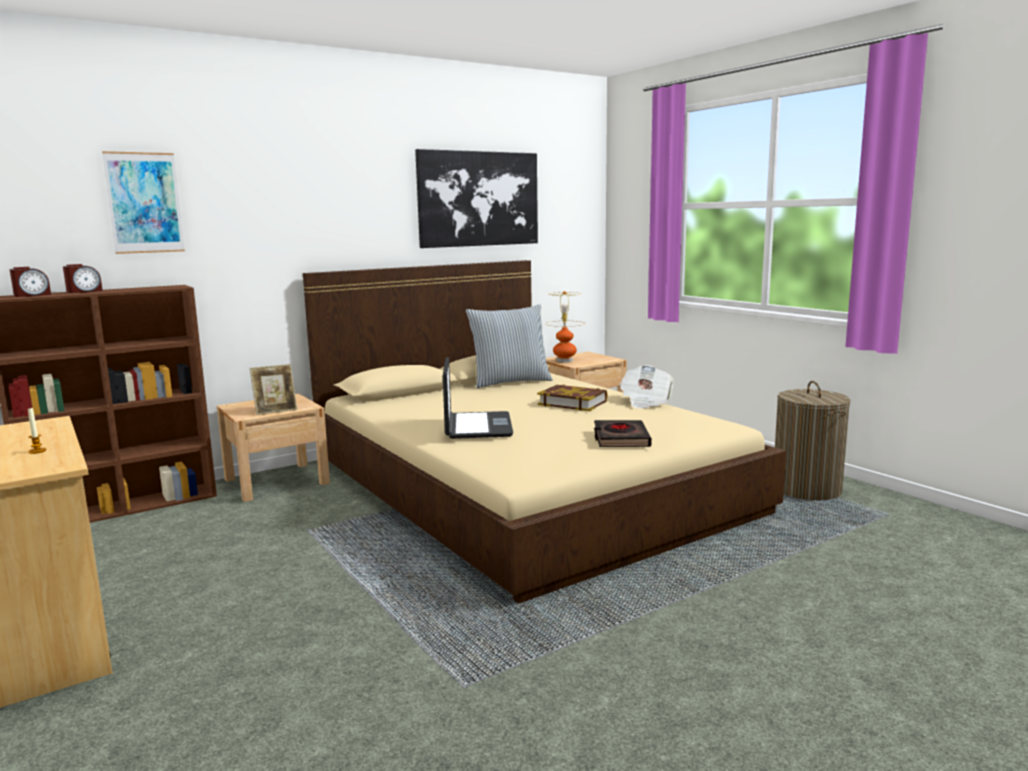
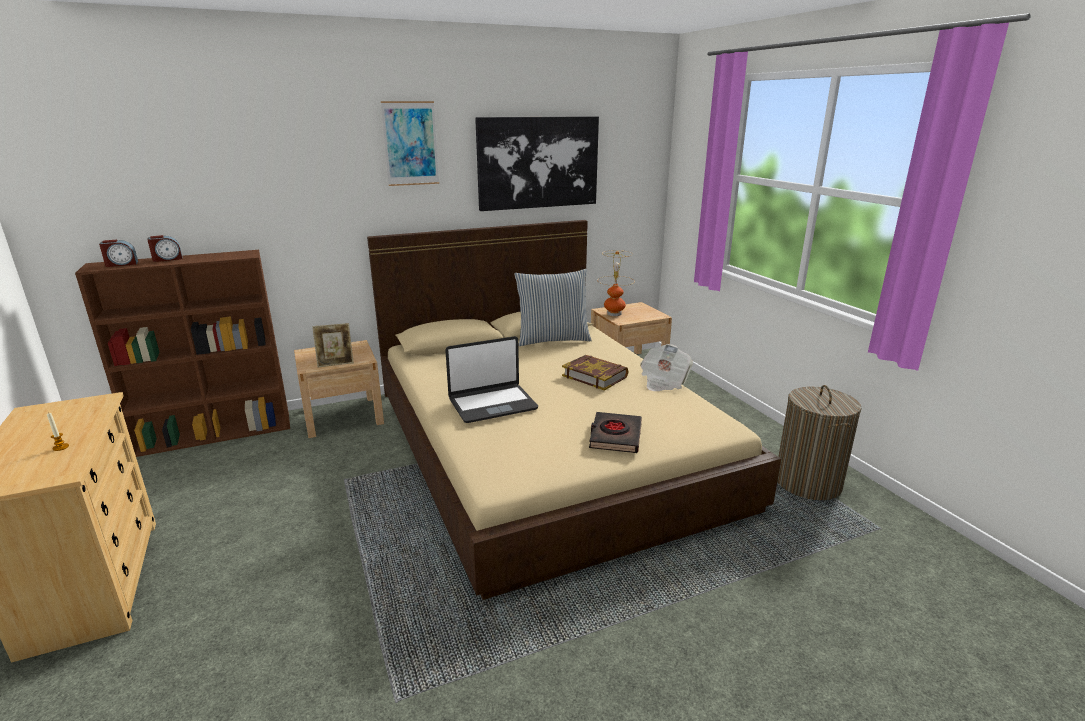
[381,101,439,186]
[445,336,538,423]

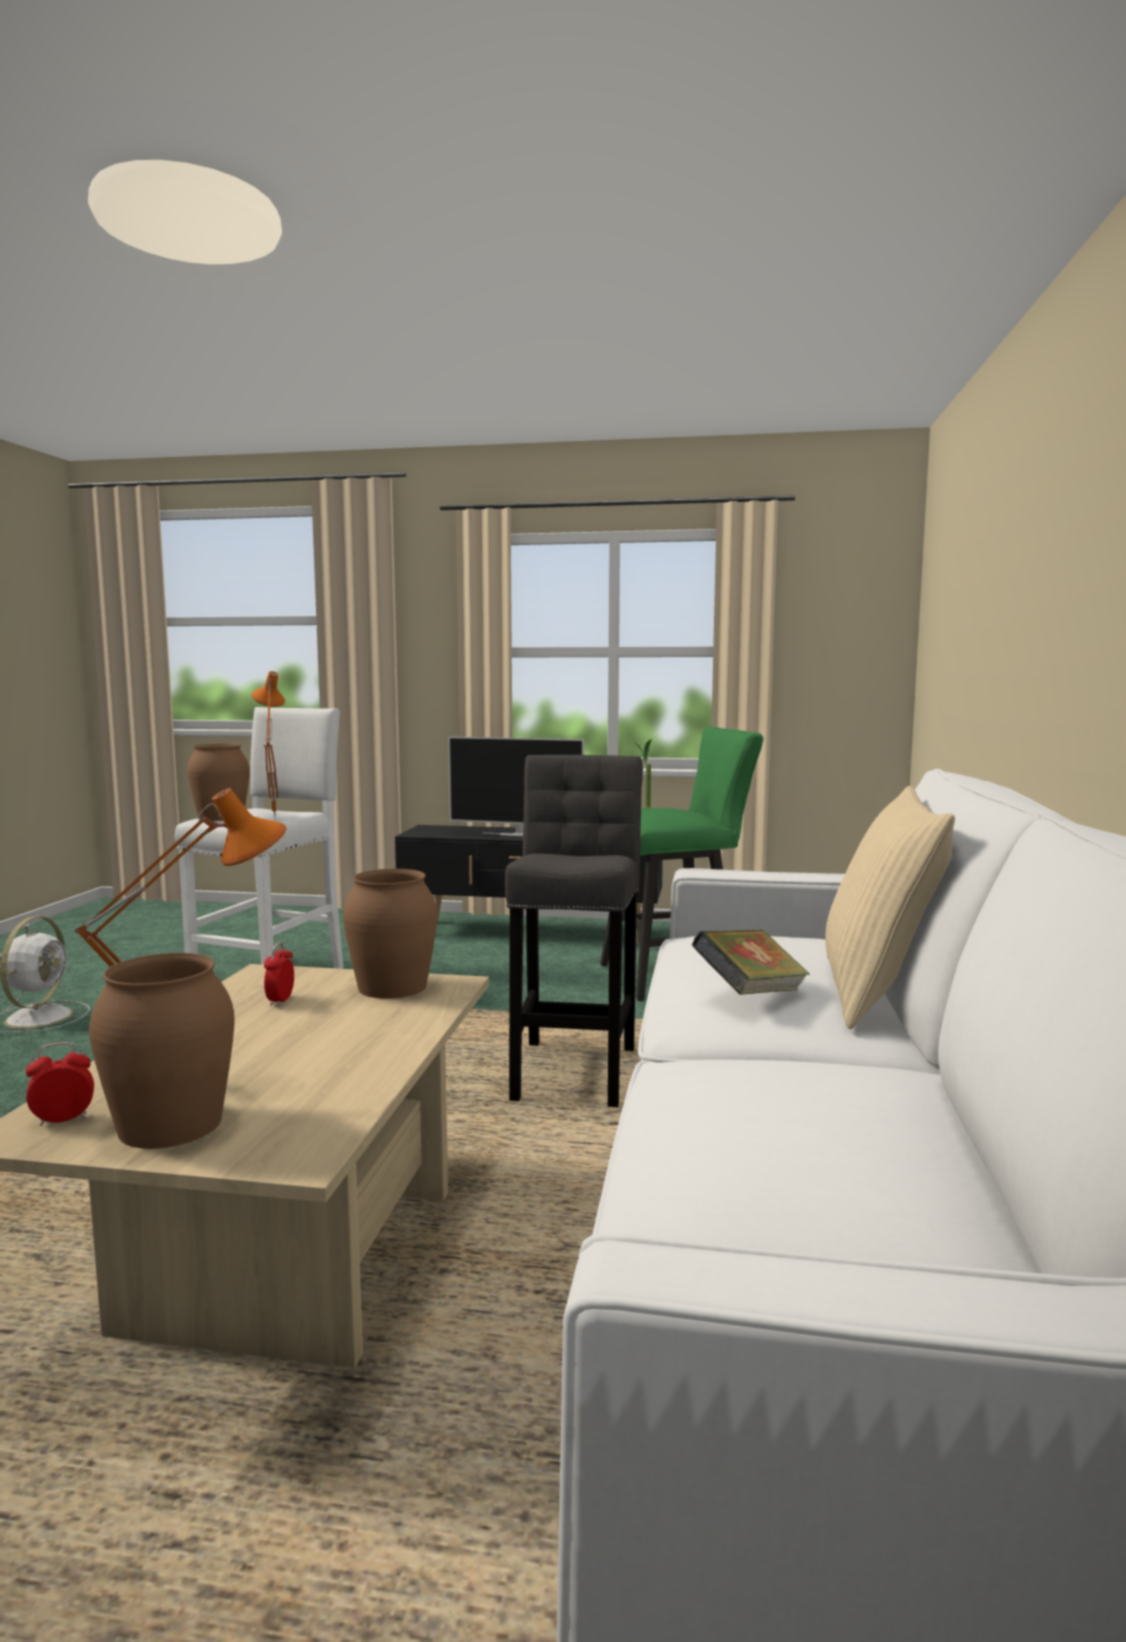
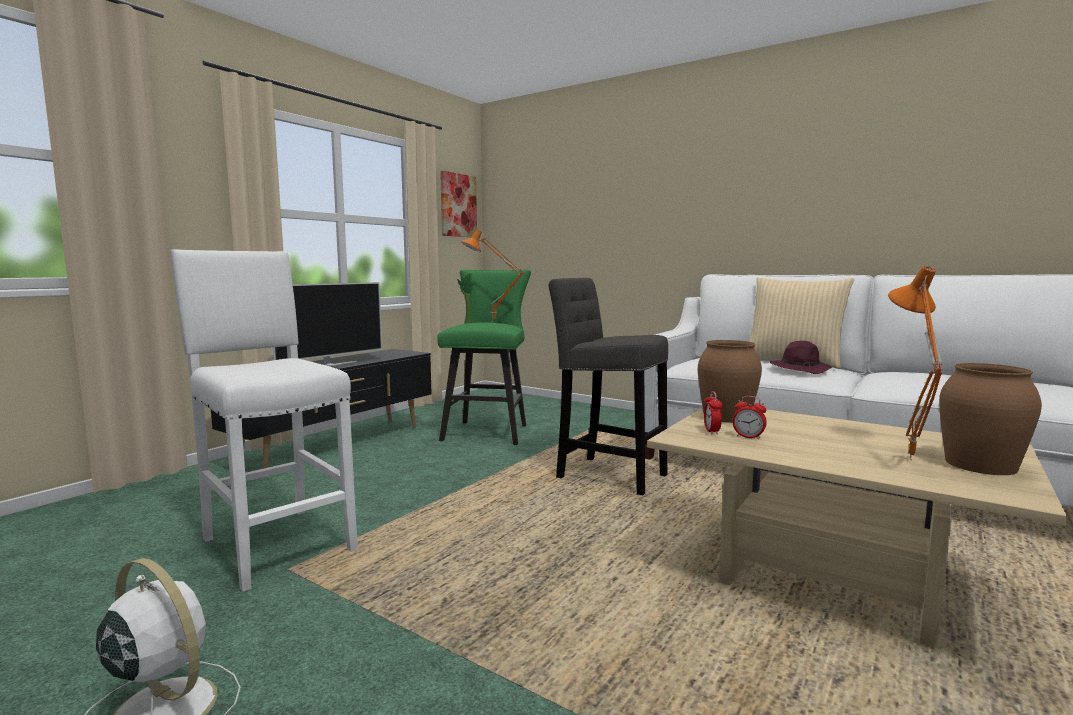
[704,391,722,435]
[187,744,250,821] (first image)
[462,229,524,322]
[770,341,832,374]
[440,171,477,237]

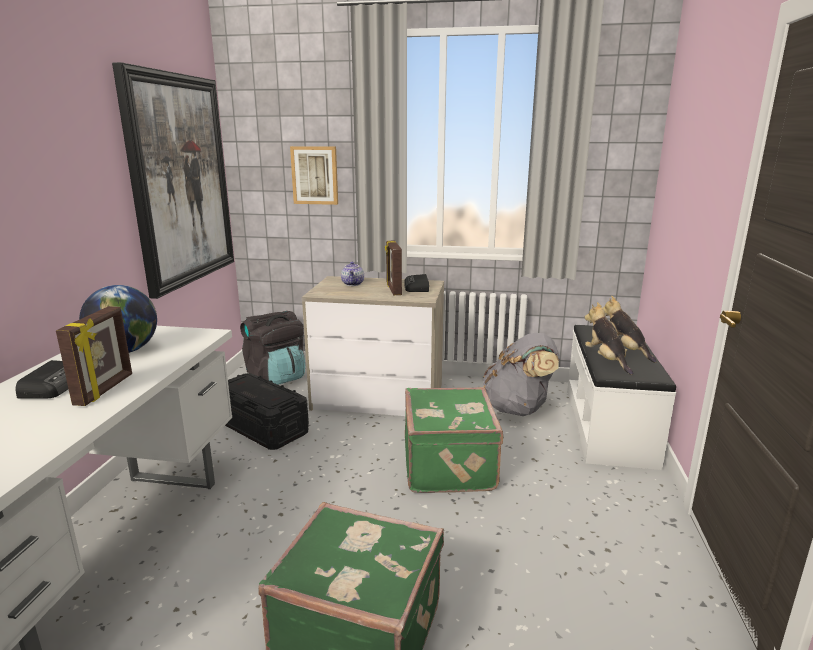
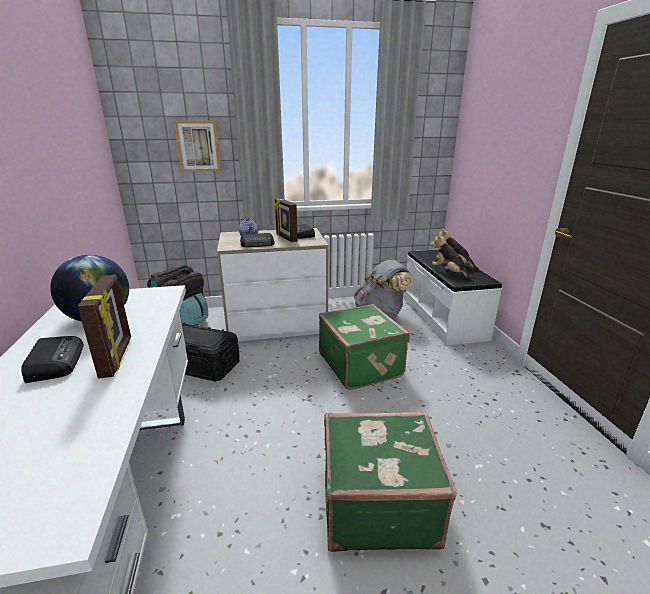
[112,62,234,299] (first image)
[240,233,275,247]

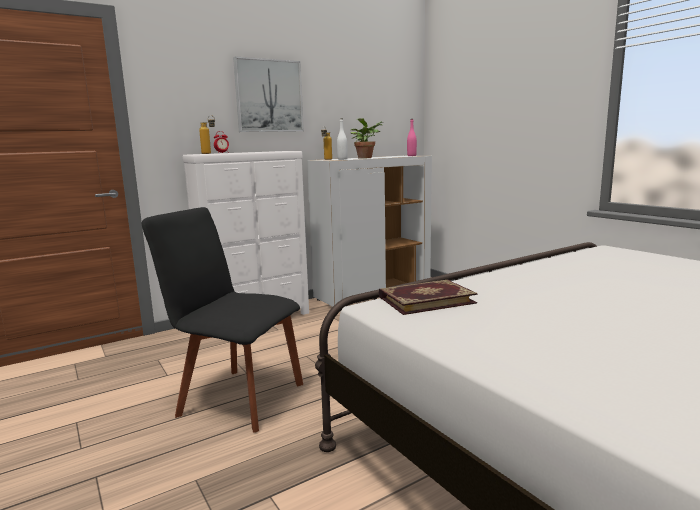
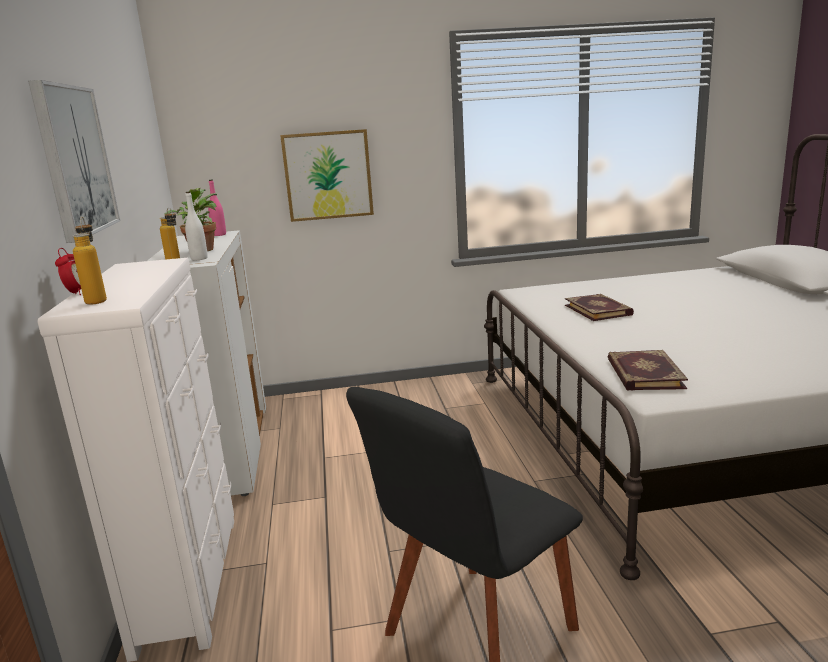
[280,129,374,222]
[565,294,634,321]

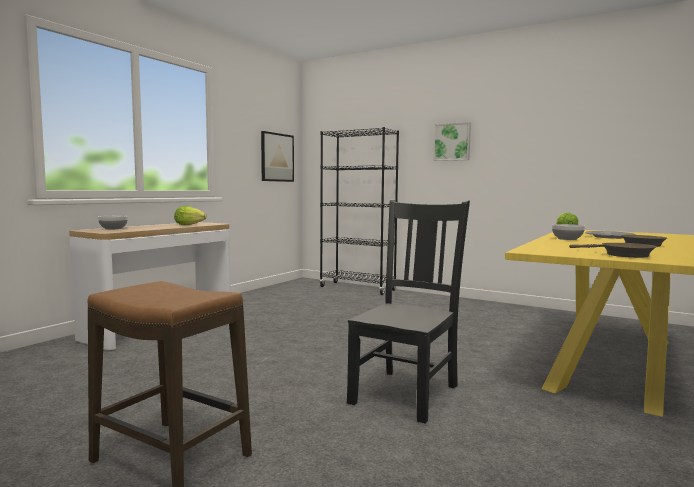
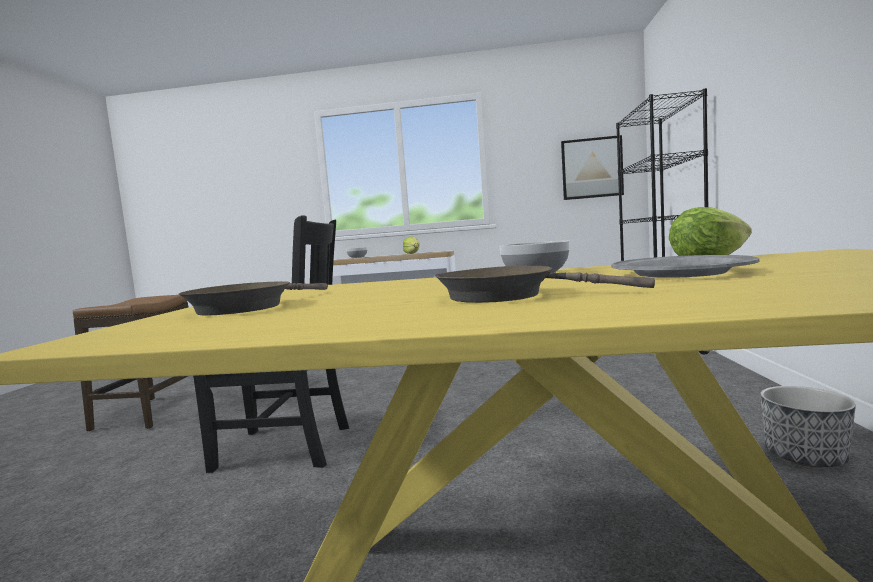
[433,122,471,161] (first image)
[761,386,856,467]

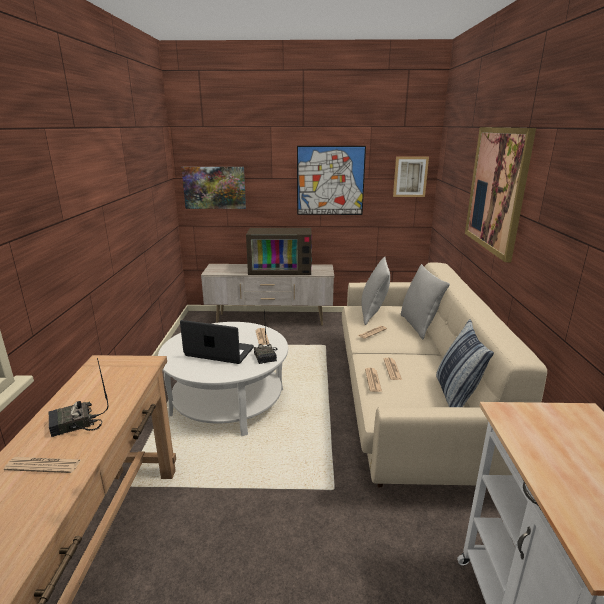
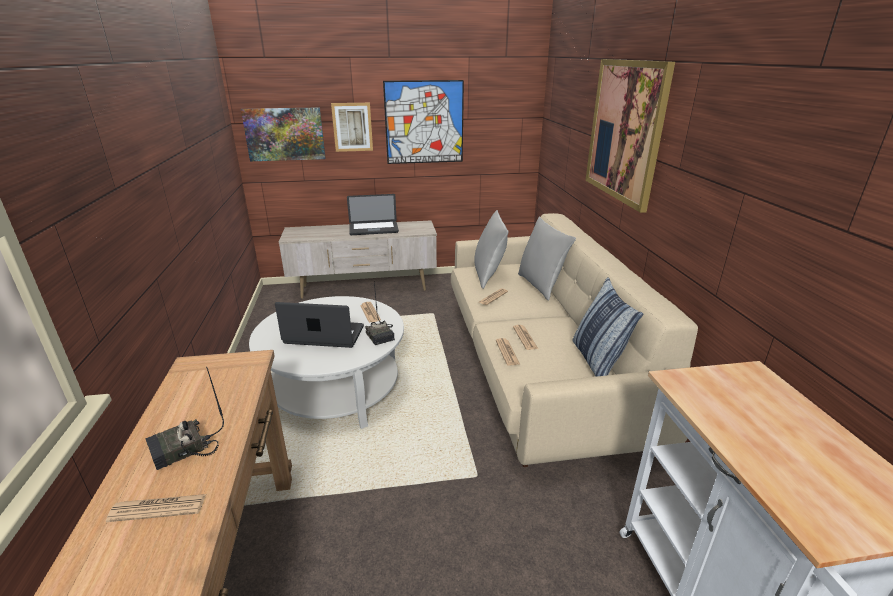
[347,194,399,235]
[331,103,373,152]

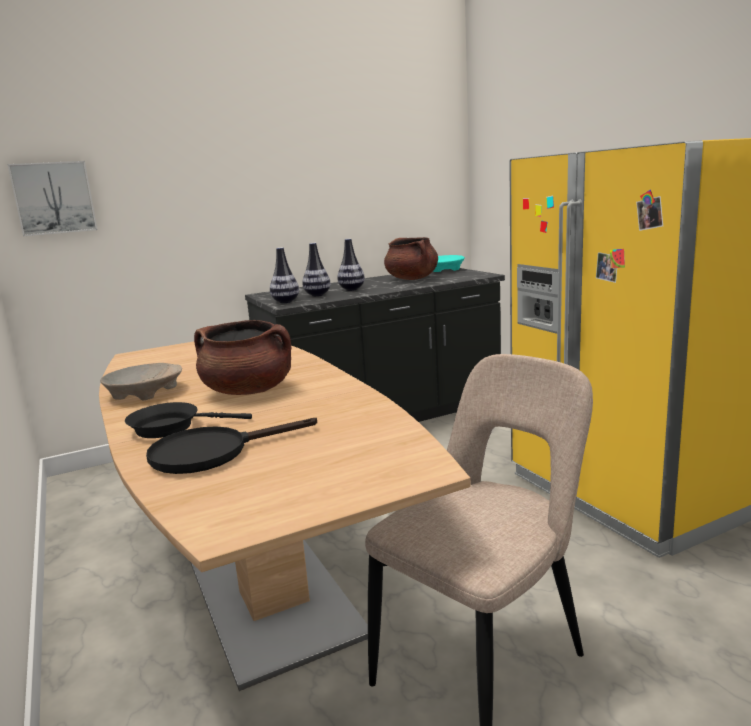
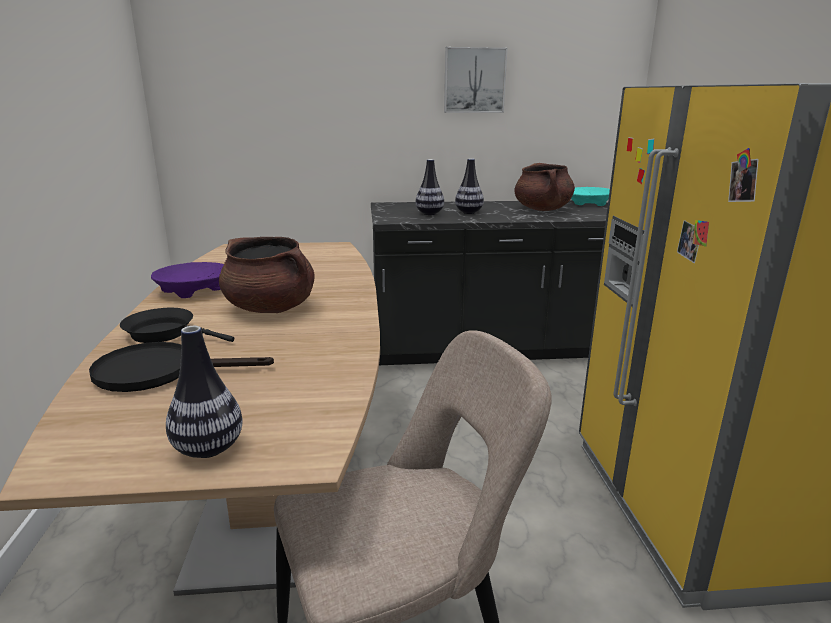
[444,47,507,113]
[151,262,224,298]
[166,326,242,458]

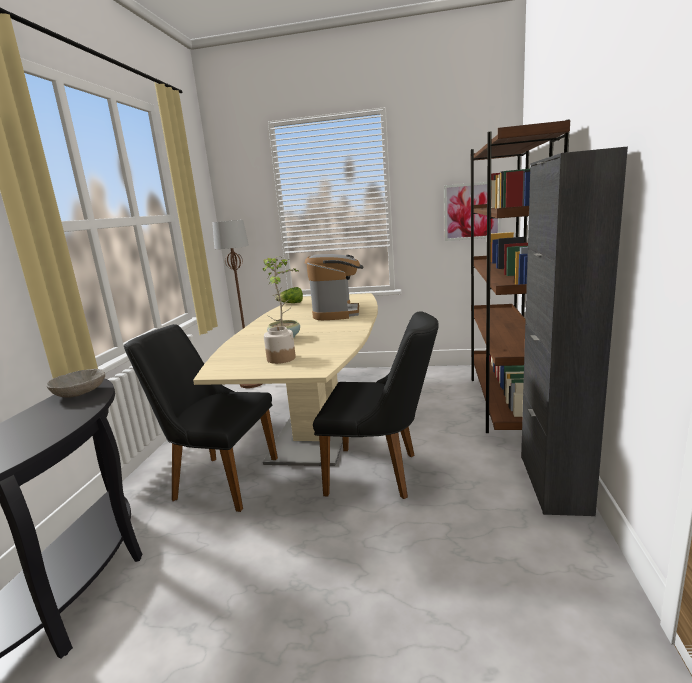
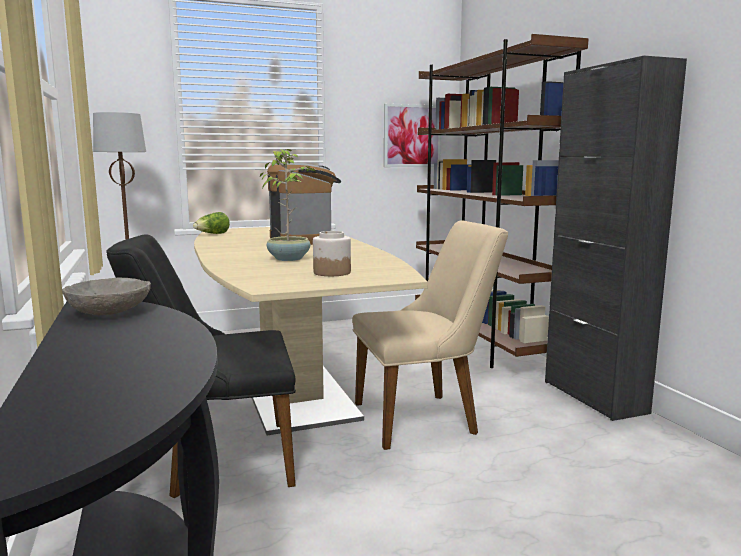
[352,220,508,450]

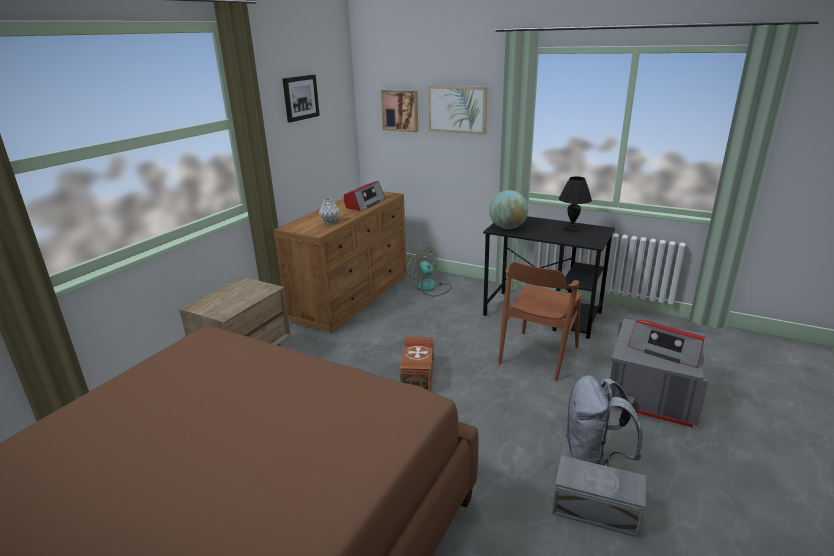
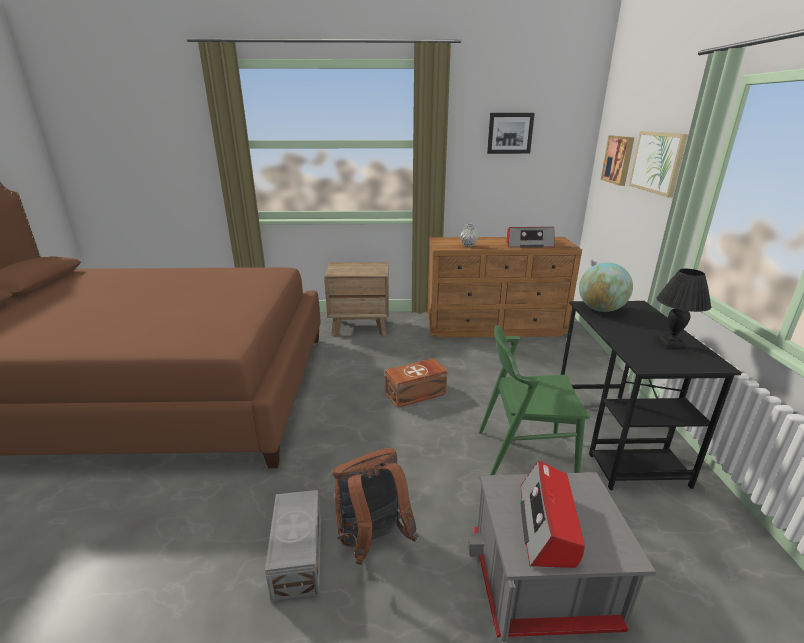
[405,247,452,296] (first image)
[479,325,590,475]
[332,448,418,565]

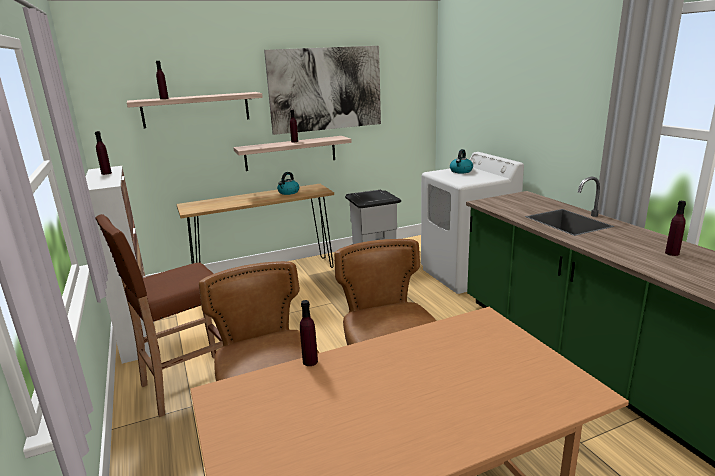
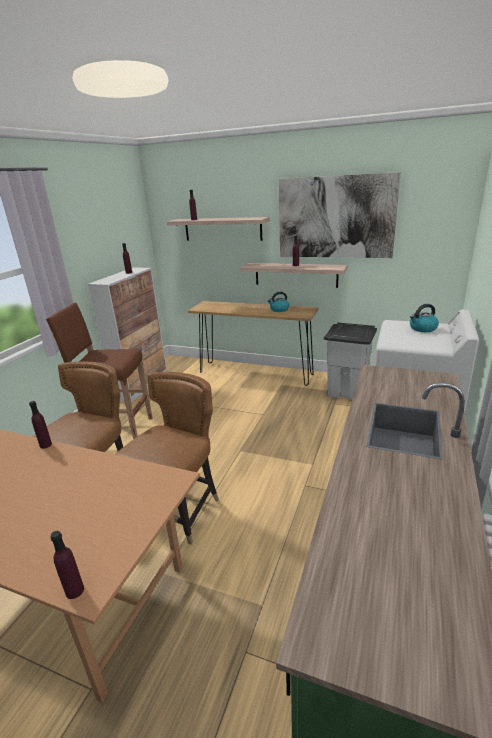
[50,531,84,599]

